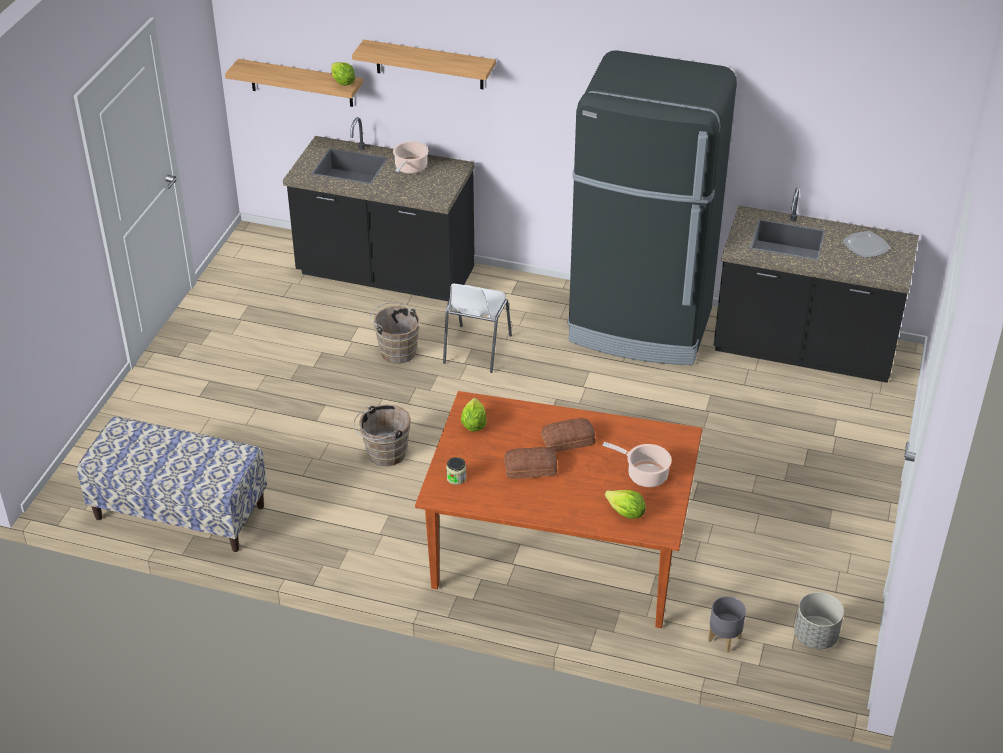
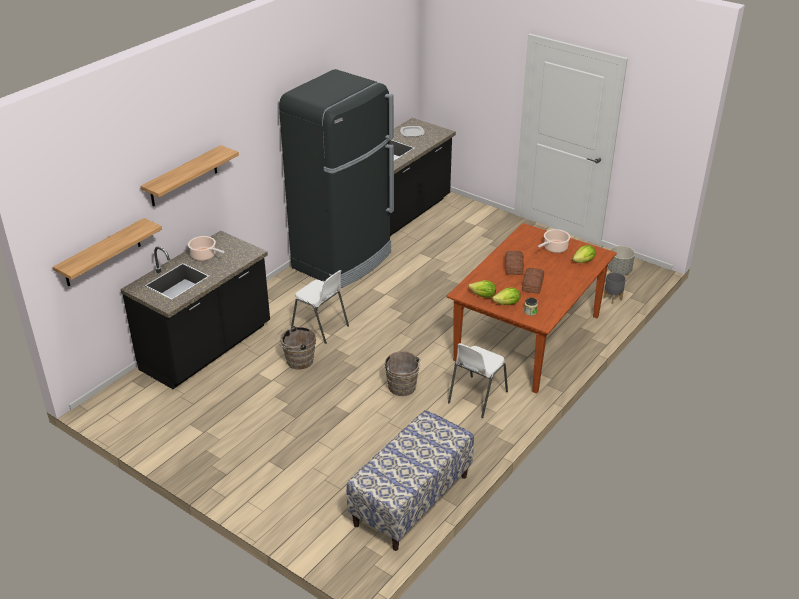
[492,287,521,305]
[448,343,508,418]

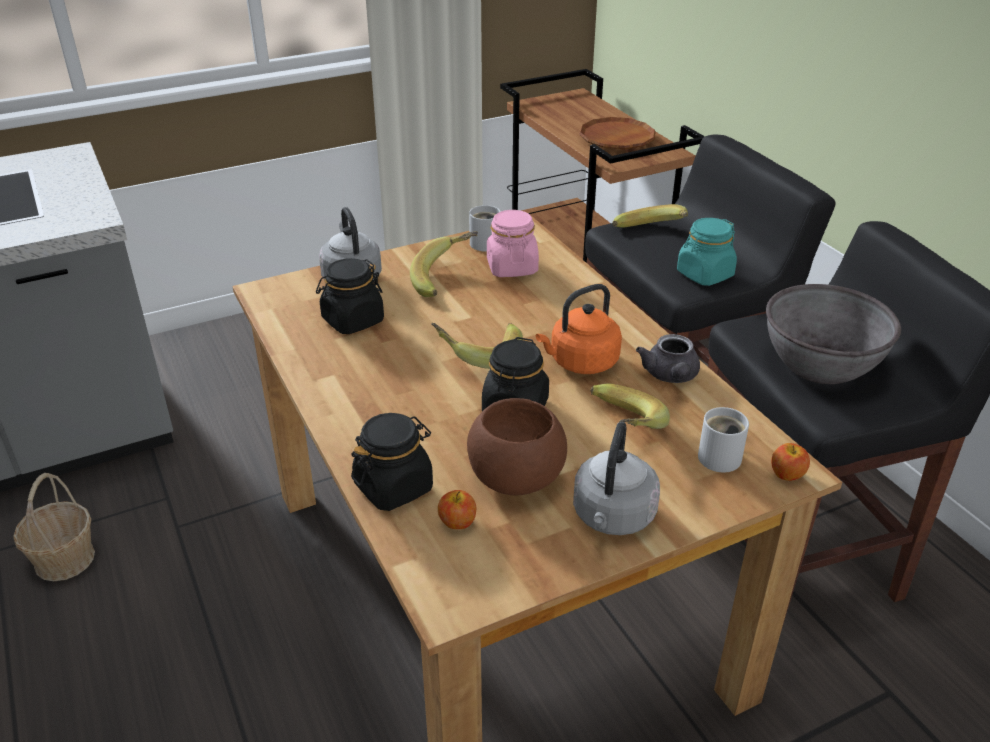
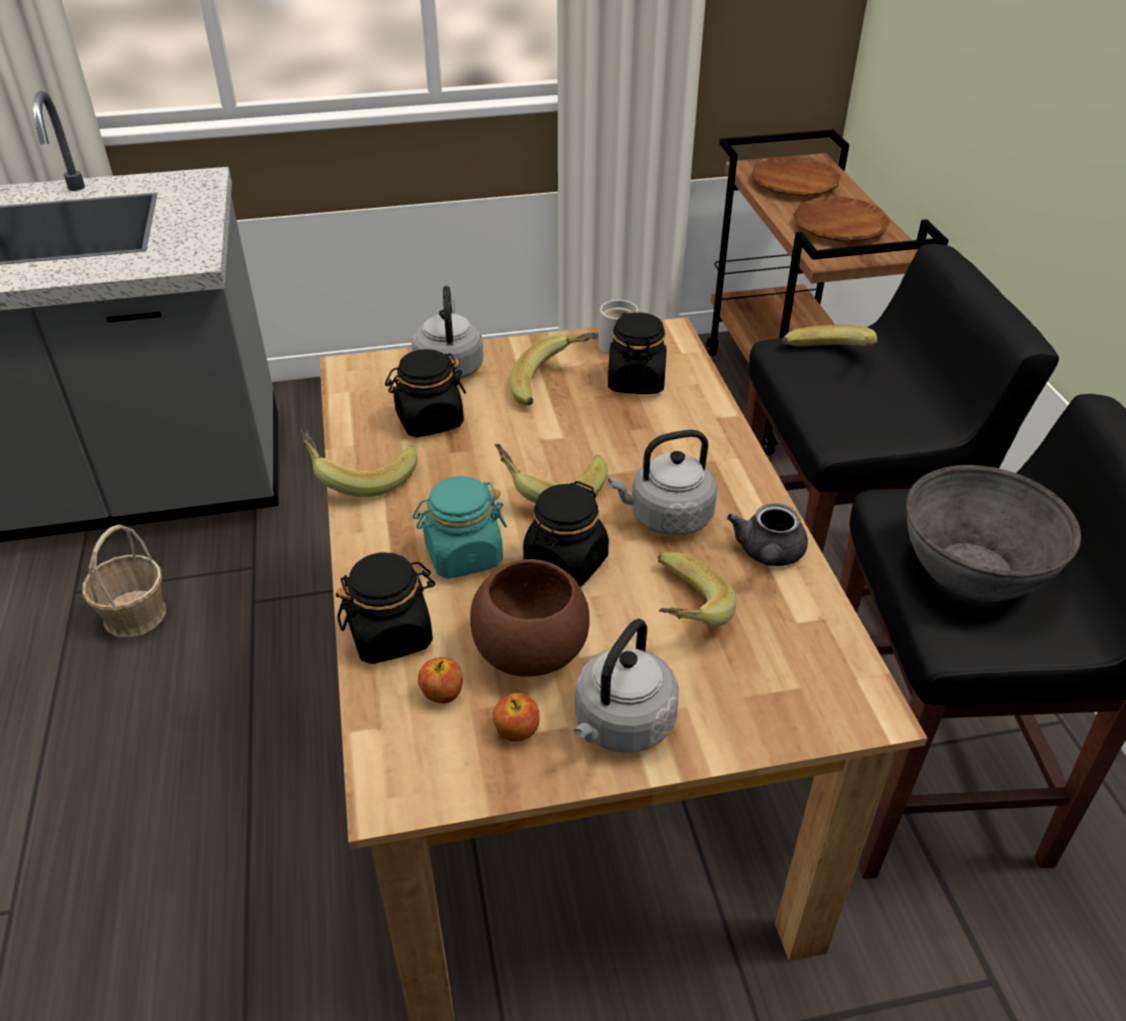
[608,312,666,394]
[608,430,717,536]
[413,476,507,579]
[698,407,749,473] (first image)
[493,693,540,741]
[300,429,417,497]
[751,156,840,196]

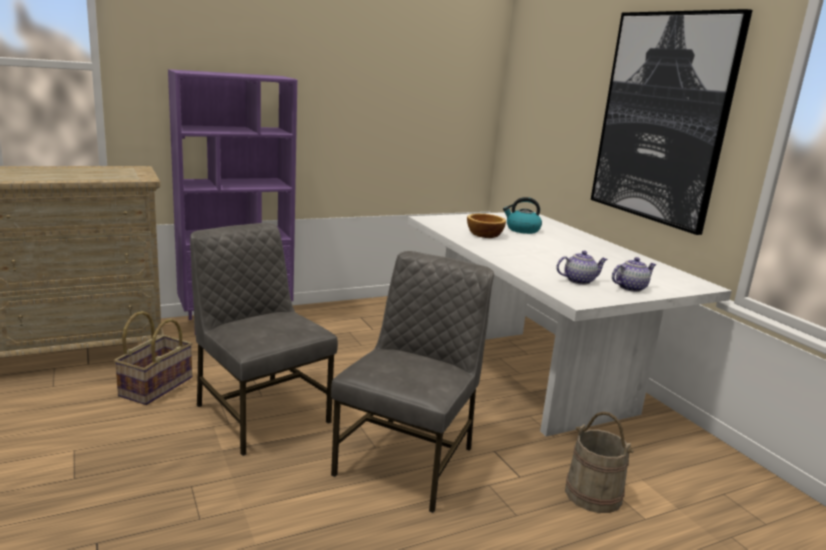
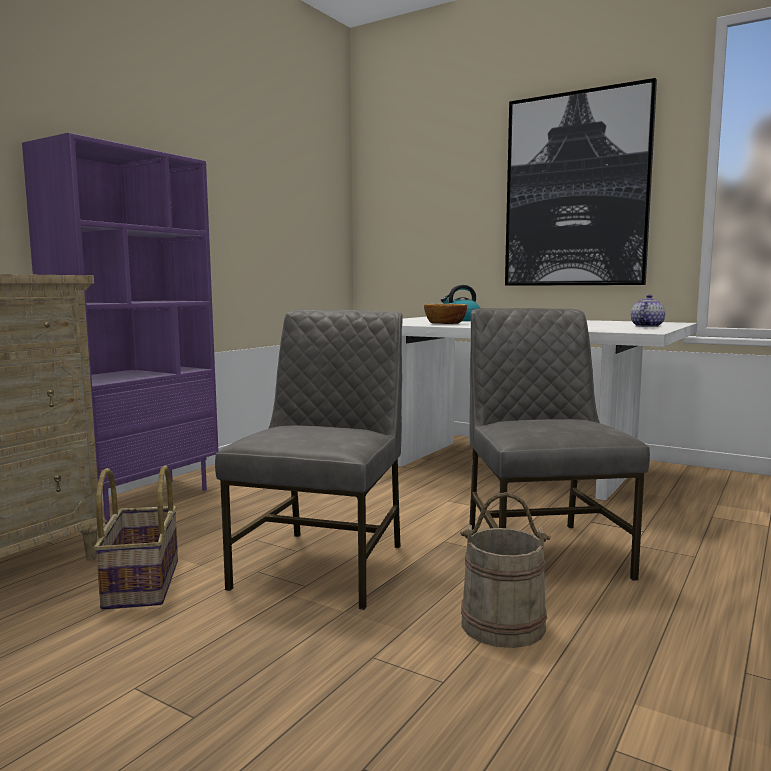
[215,309,403,610]
[556,251,608,285] (first image)
[460,492,551,648]

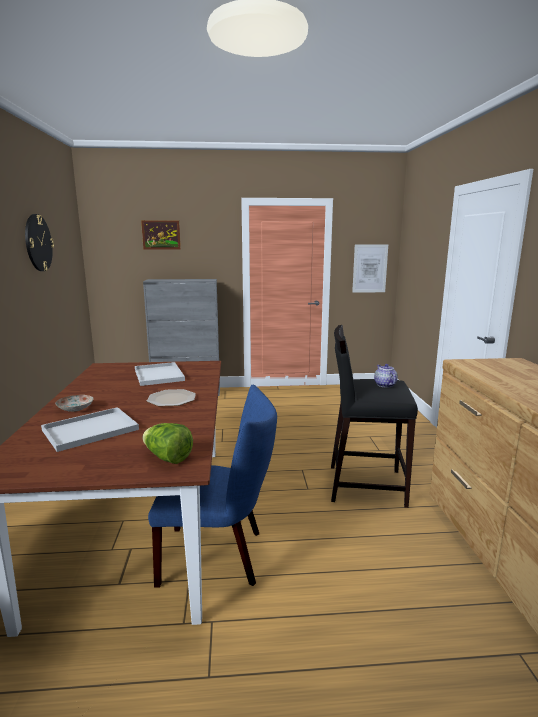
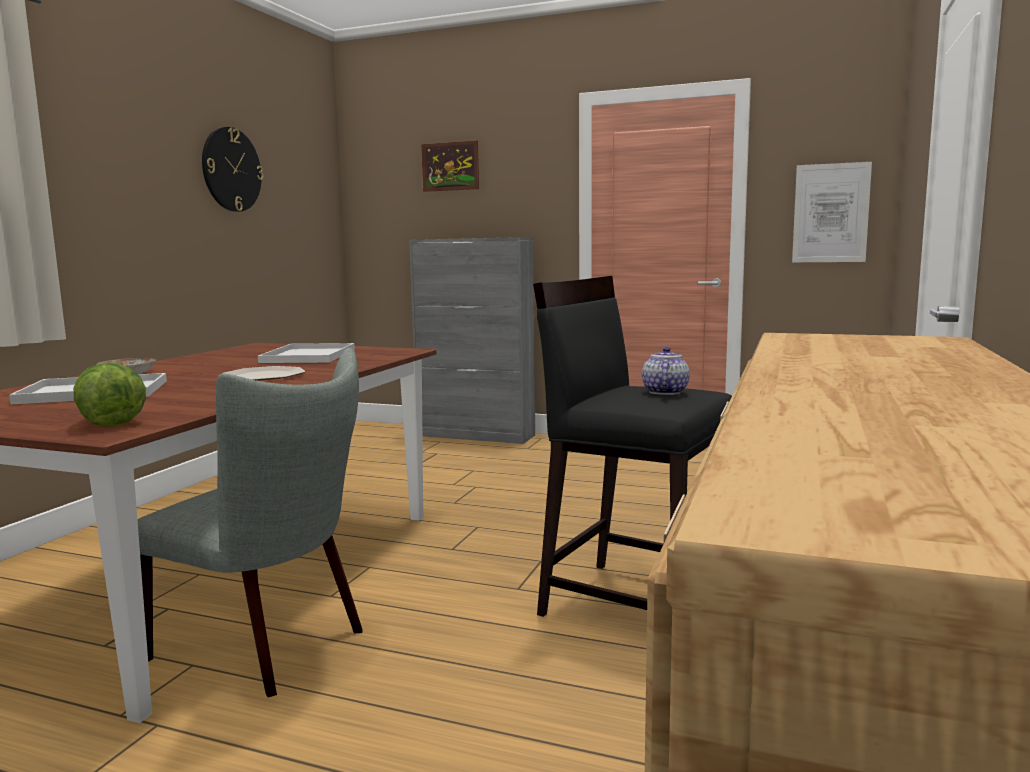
[137,348,362,697]

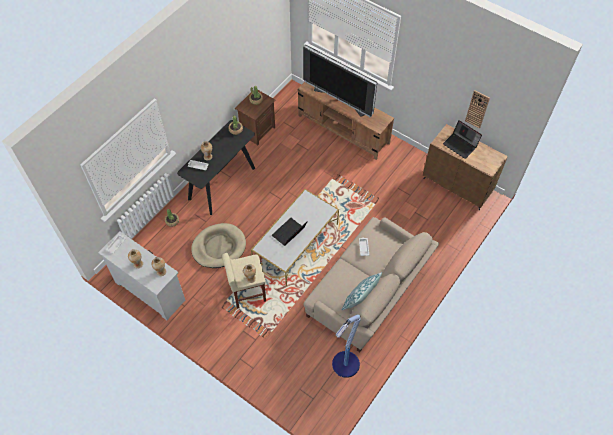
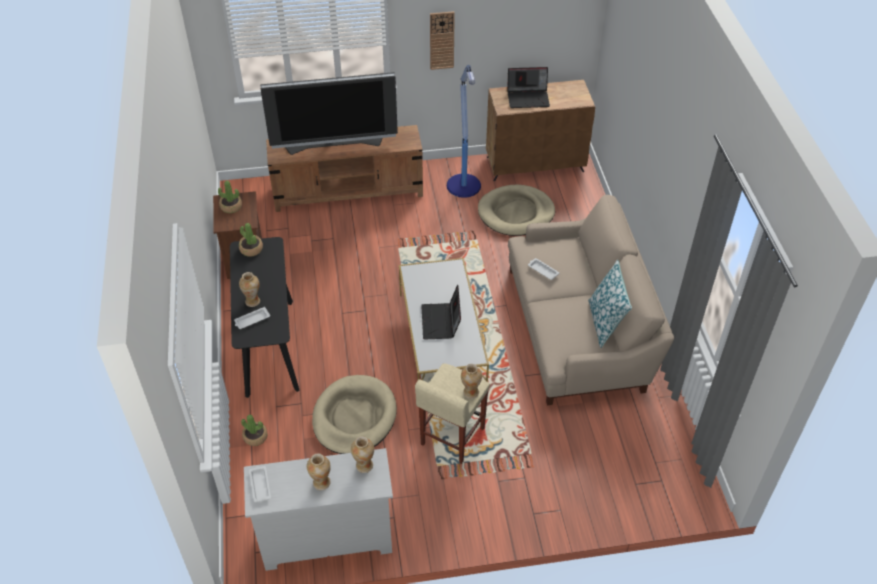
[447,65,481,198]
[430,11,455,70]
[478,185,555,236]

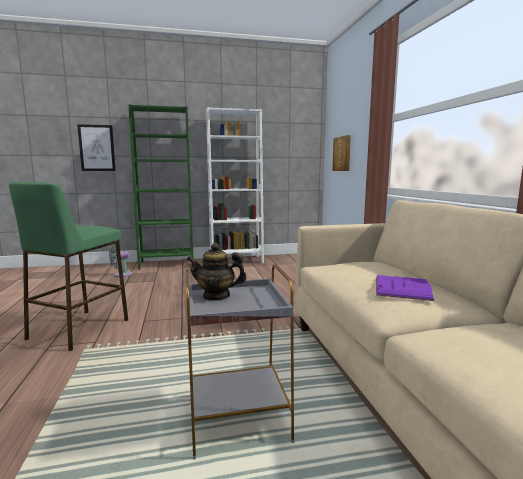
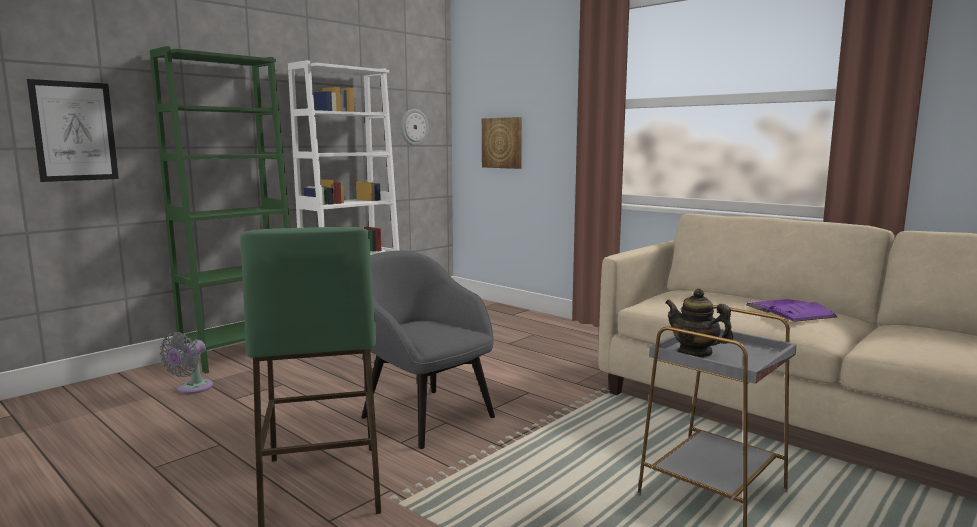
[665,288,733,358]
[361,250,495,449]
[401,109,429,146]

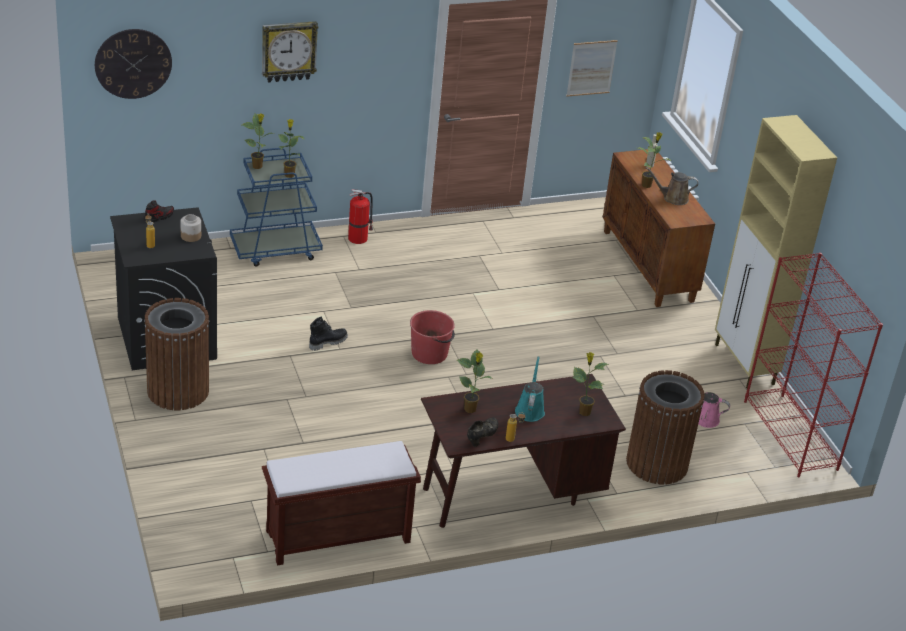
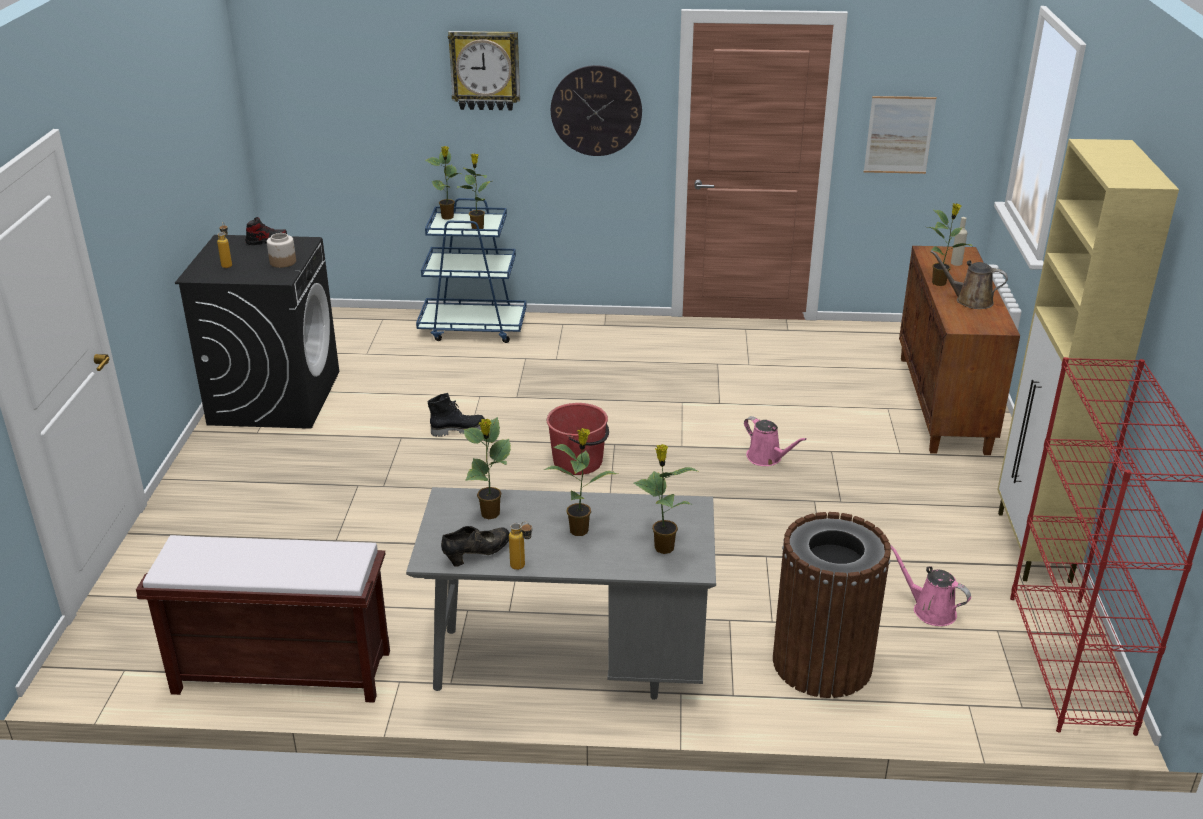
[551,65,642,156]
[144,298,209,410] (first image)
[348,189,373,244] (first image)
[406,487,716,700]
[543,428,618,536]
[744,416,807,466]

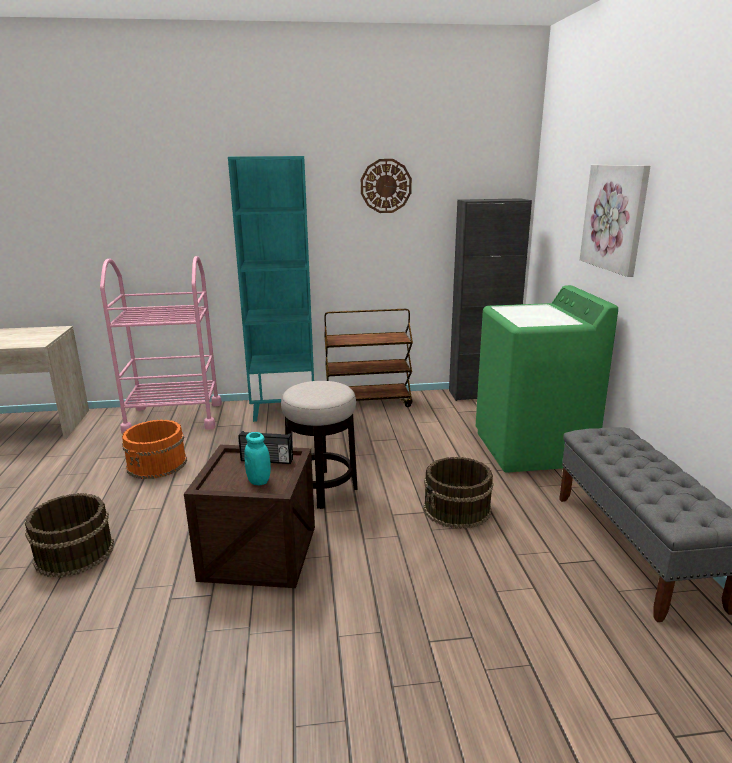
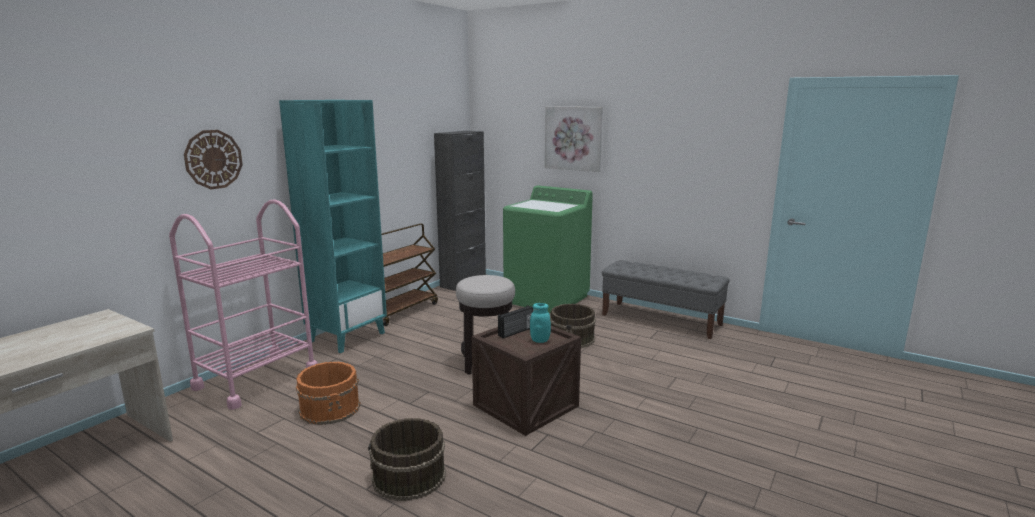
[184,130,243,189]

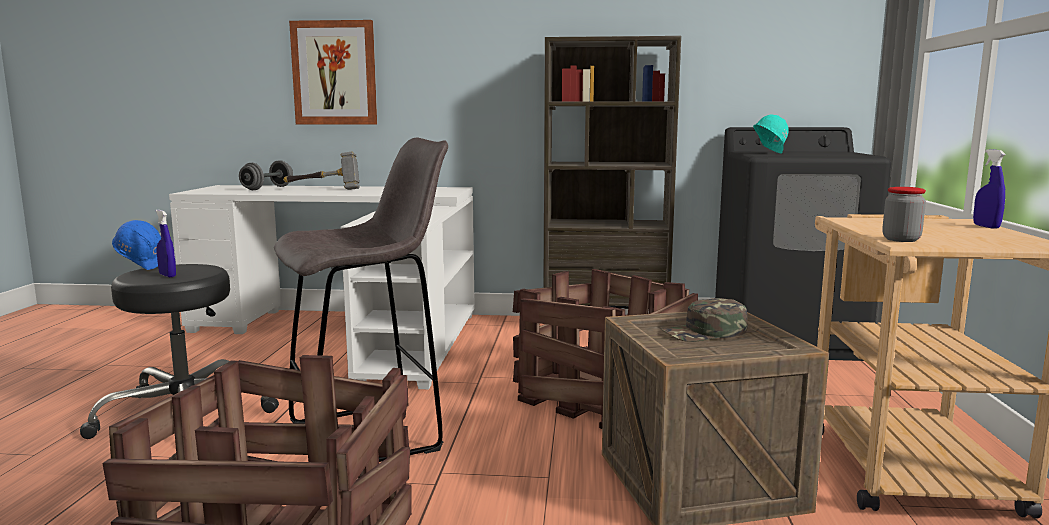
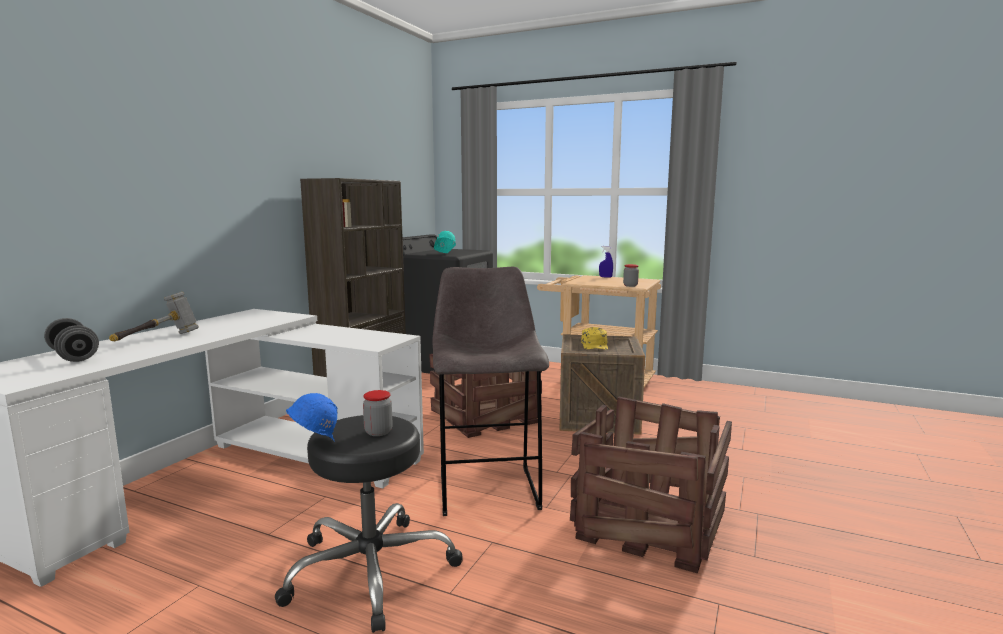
[363,390,393,436]
[289,20,377,125] (first image)
[581,327,608,349]

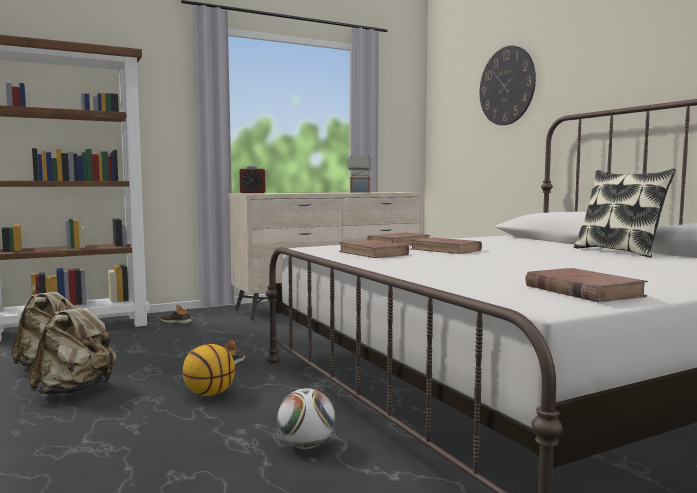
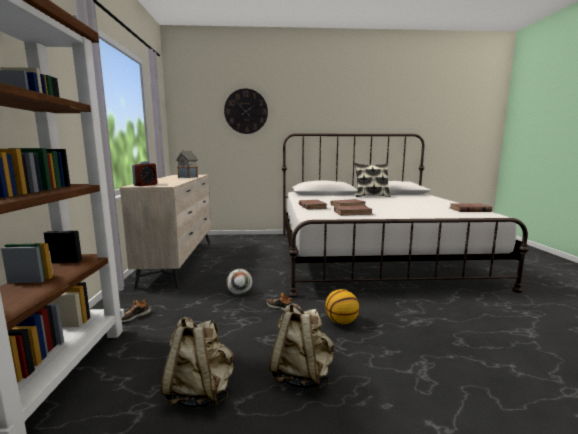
[227,269,252,295]

